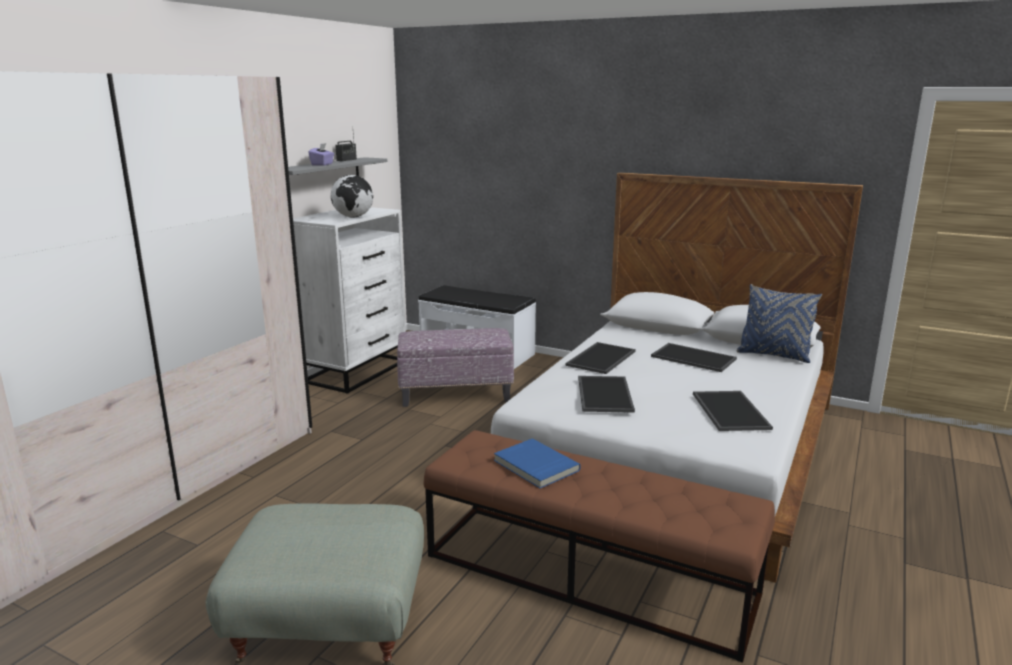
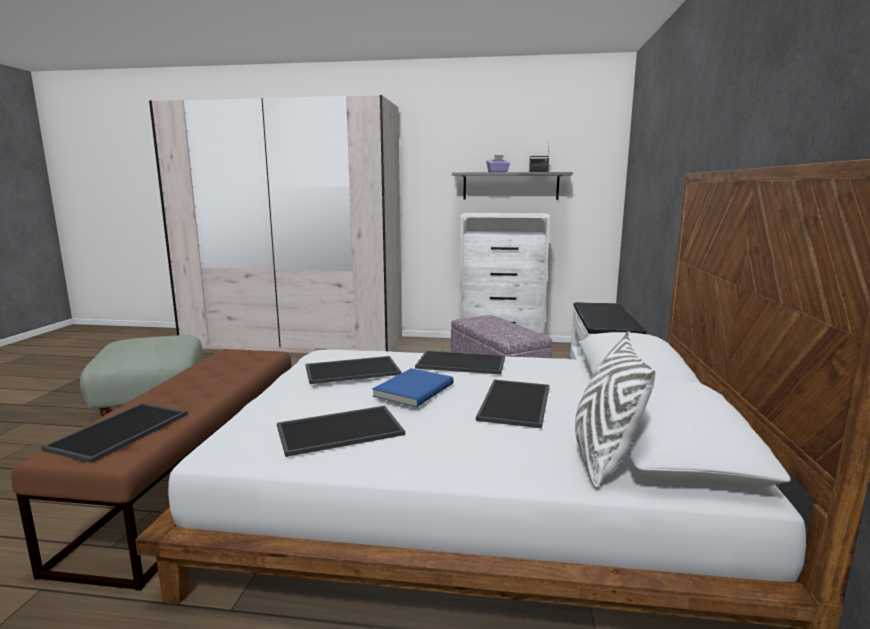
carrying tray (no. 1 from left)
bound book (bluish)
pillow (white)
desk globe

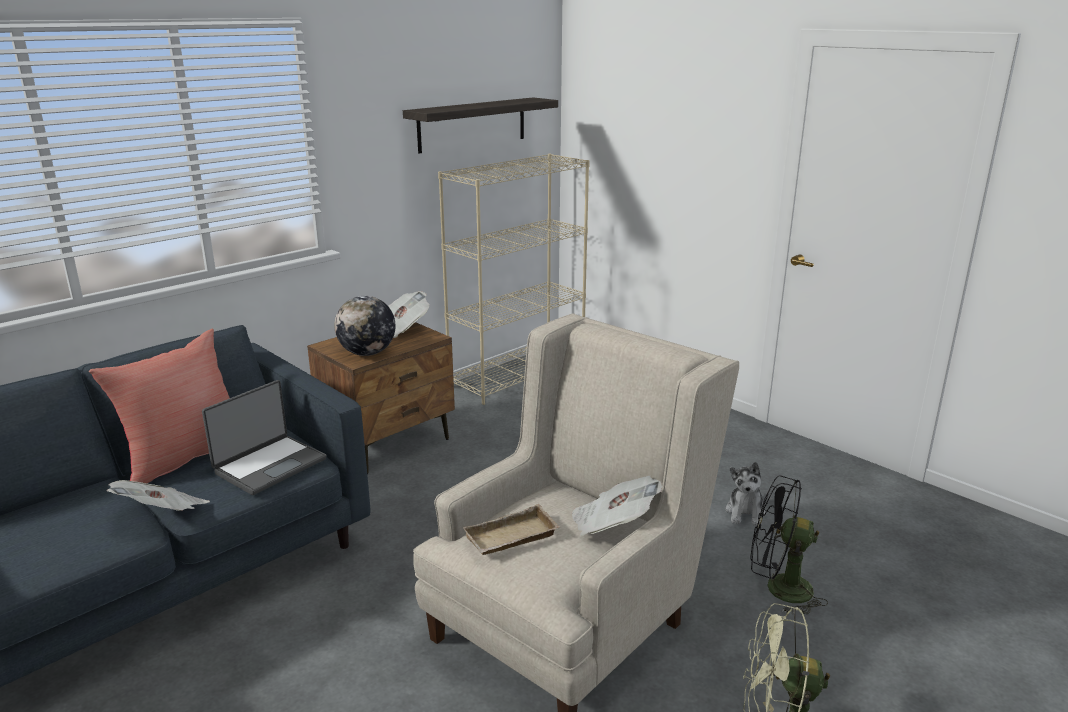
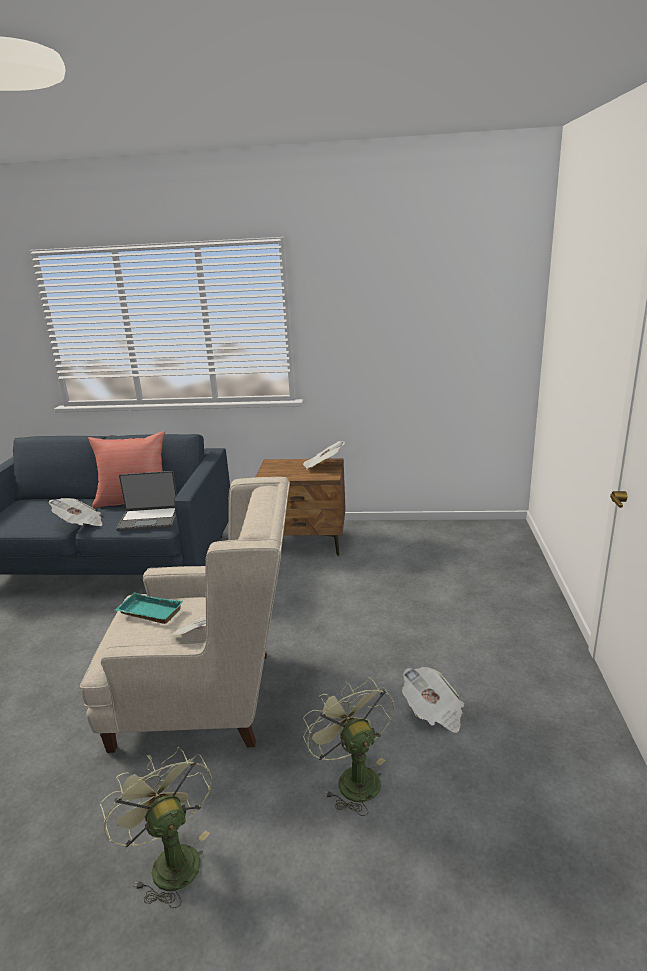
carrying tray (turquoise)
fan (greenish) (no. 2 from left)
newspaper (no. 4 from left)
desk globe
shelf
bookcase (sand-coloured)

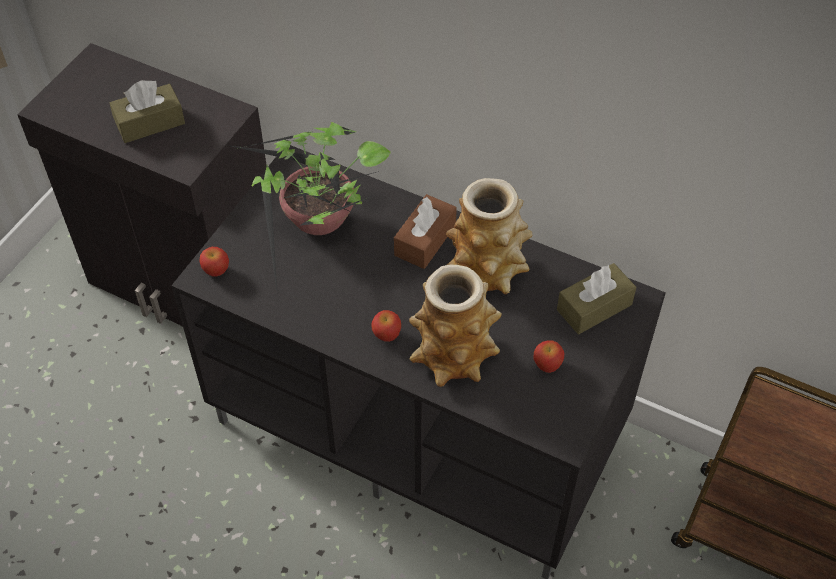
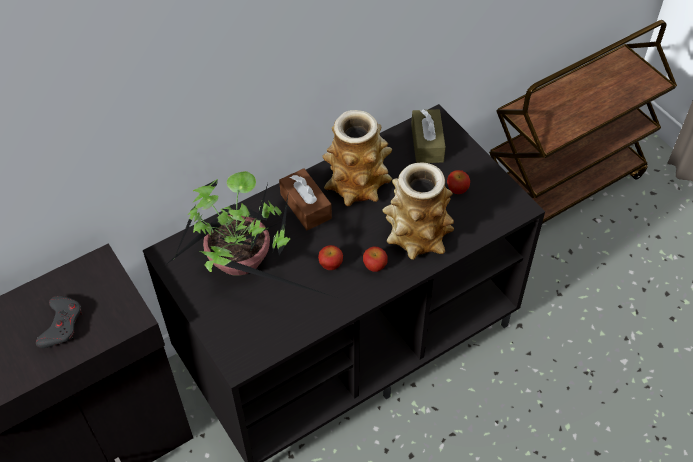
gamepad (greyish)
whole apple (no. 1 from left)

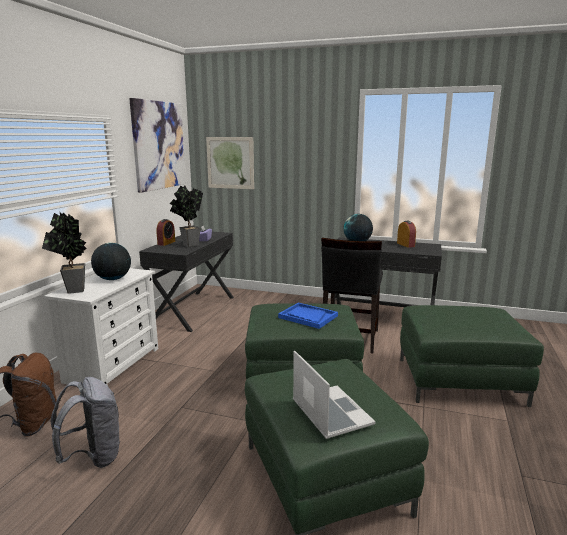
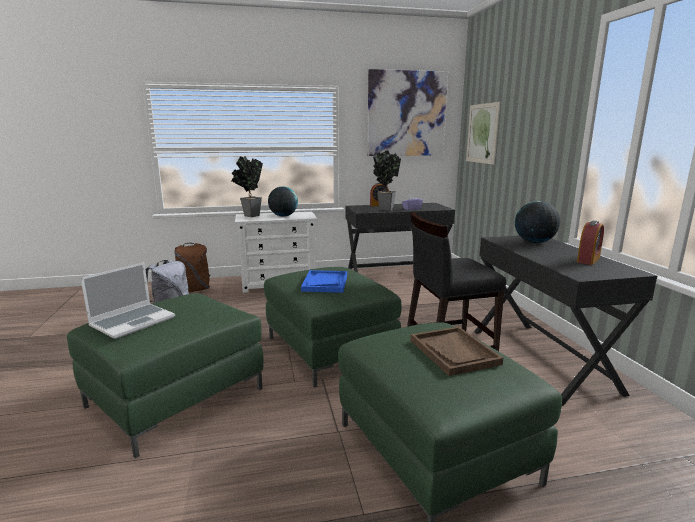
carrying tray (brown-coloured)

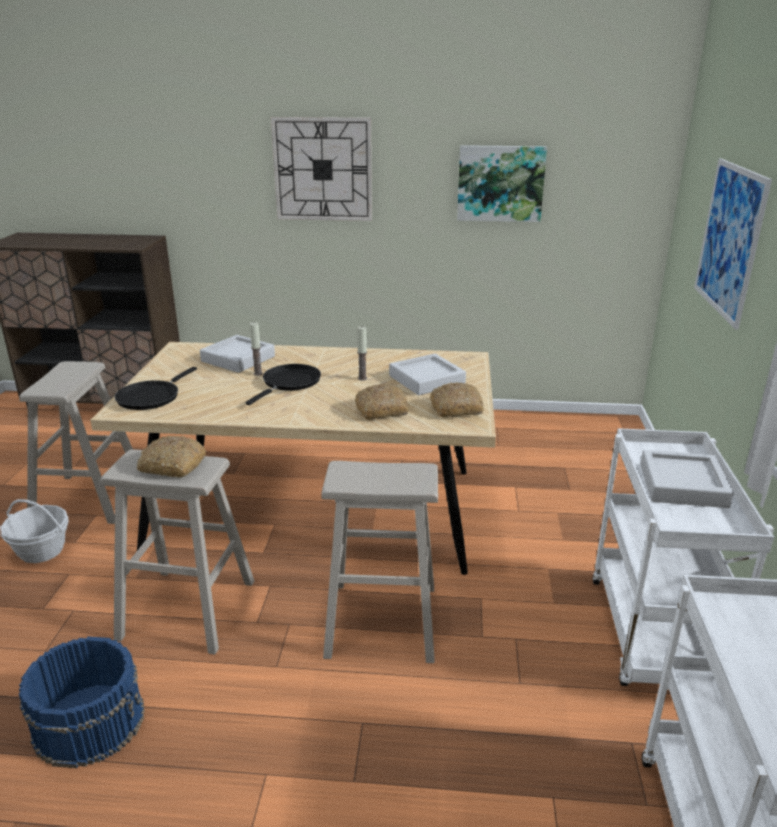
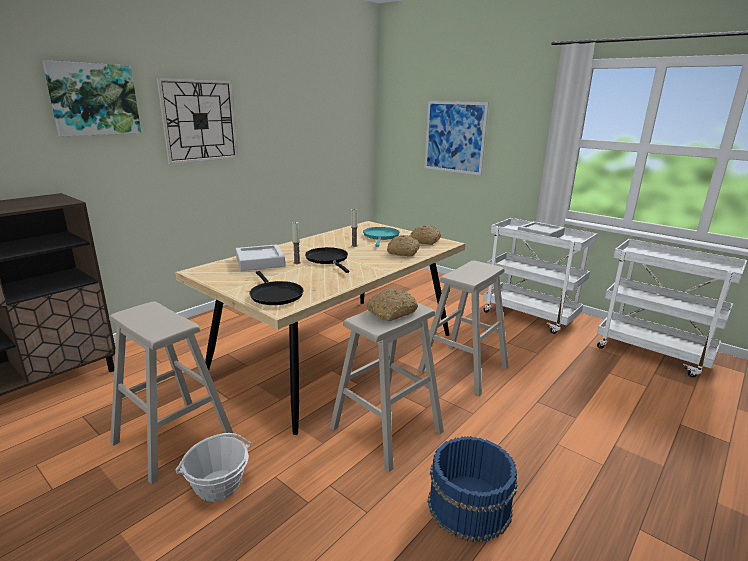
picture (no. 1 from left)
pan (turquoise)

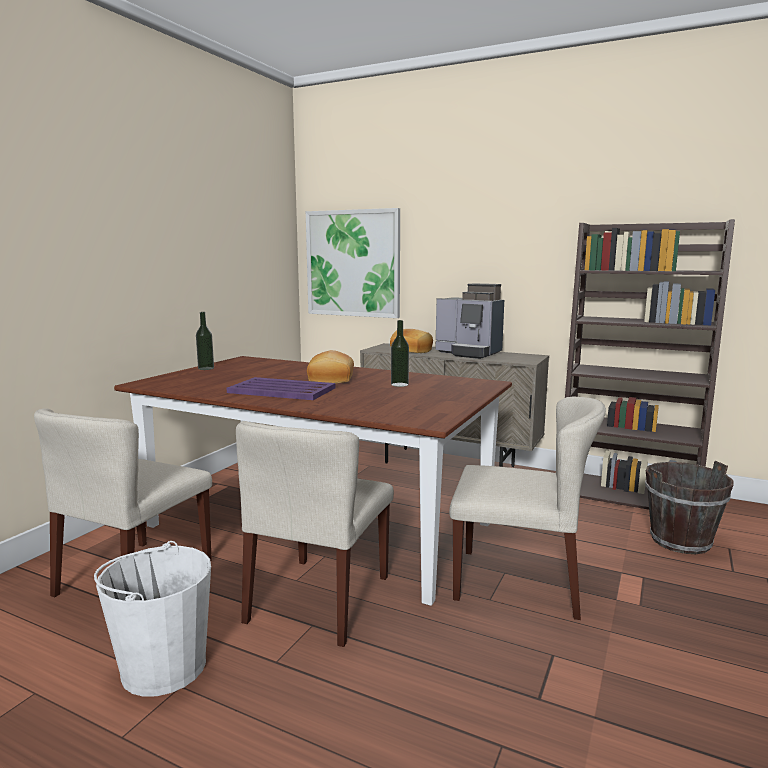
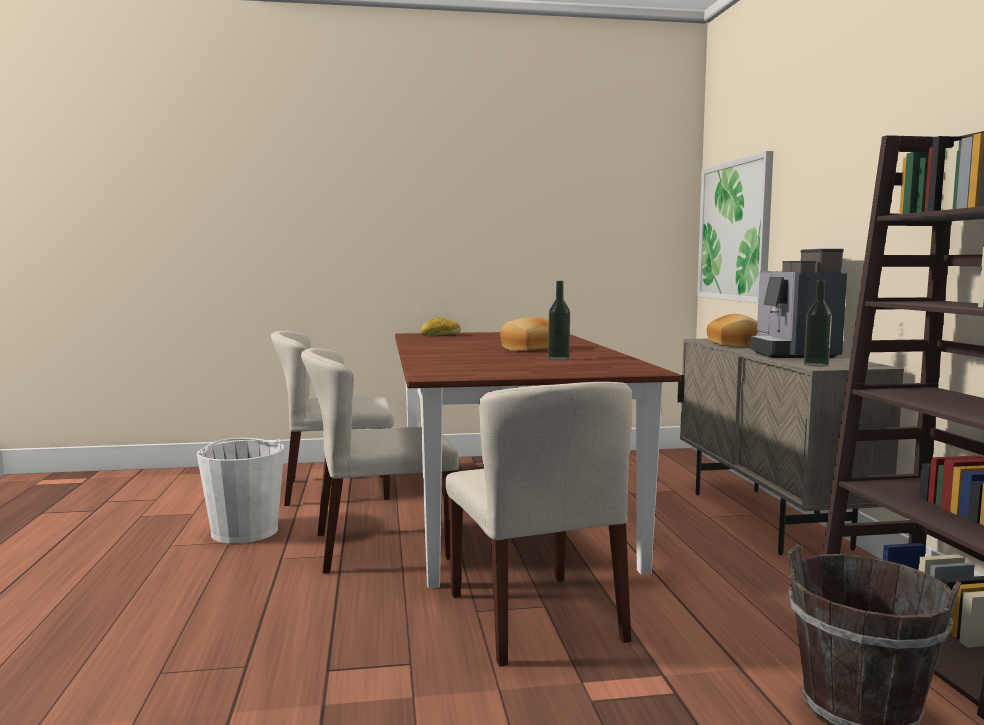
bakery bread (no. 1 from left)
beverage bottle (no. 2 from left)
carrying tray (purple)

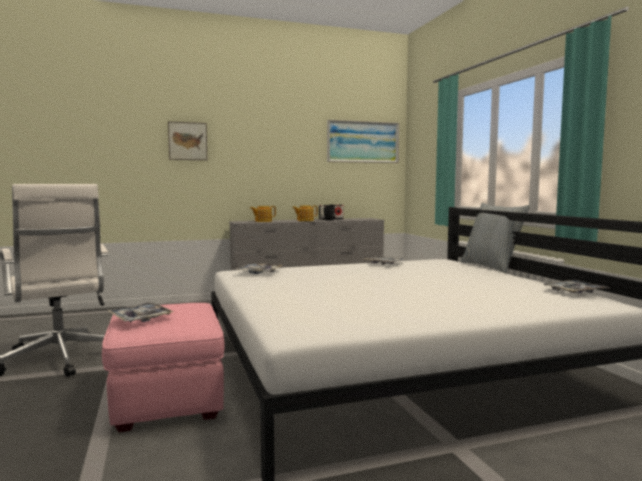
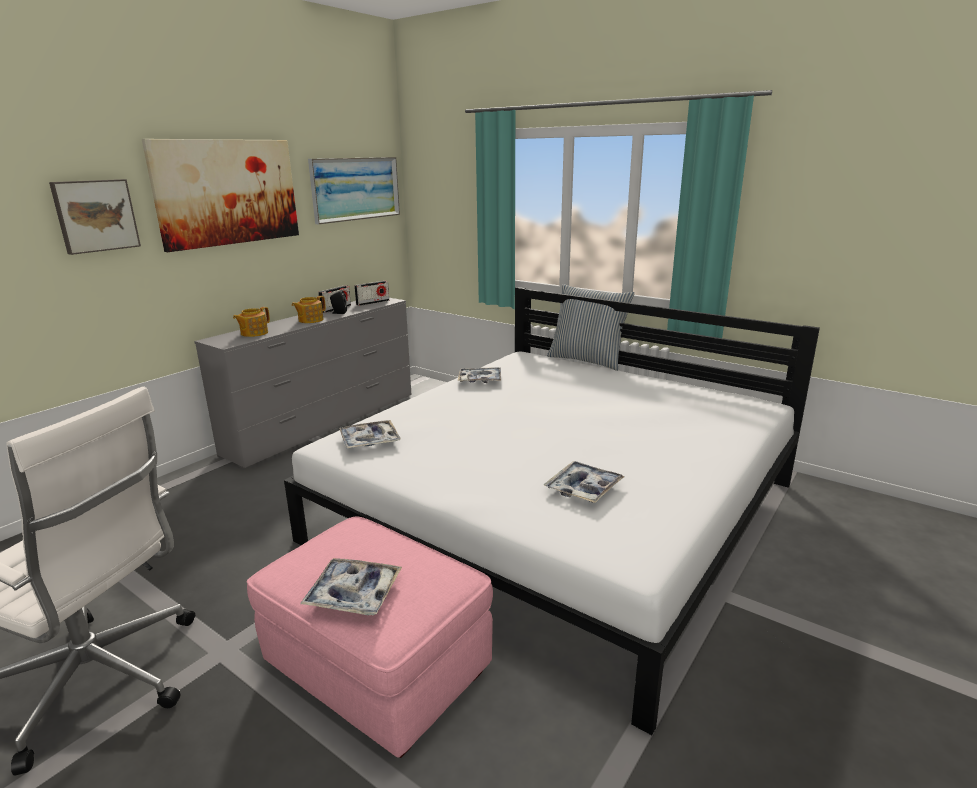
picture (no. 2 from left)
radio set (no. 2 from left)
carrying tray (no. 4 from left)

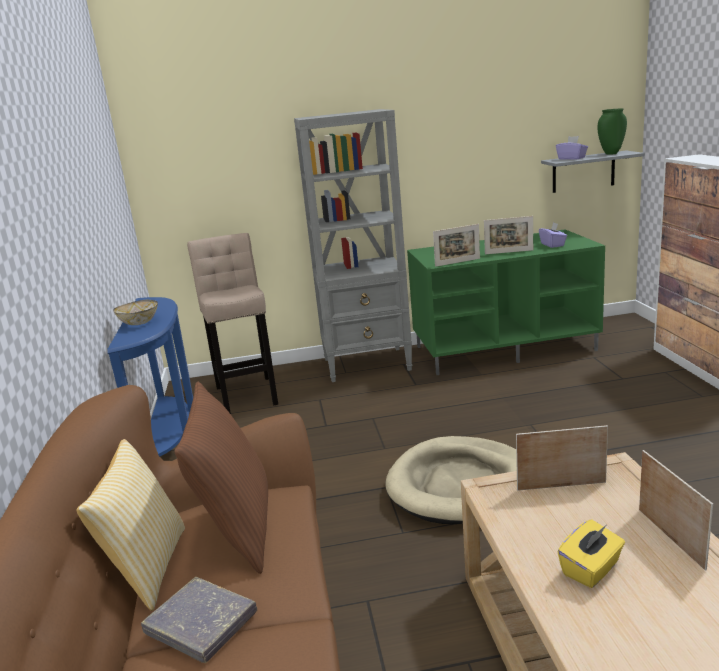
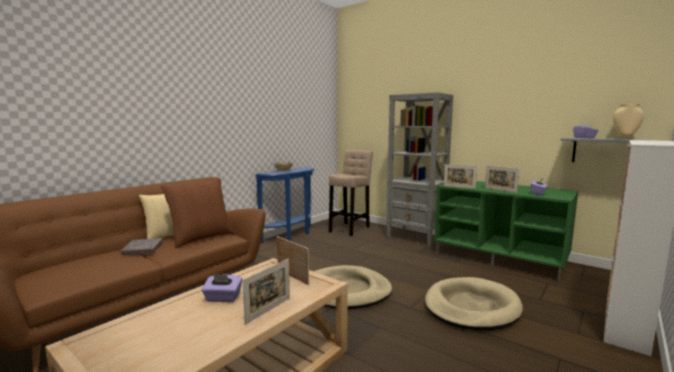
tissue box (purple) (no. 1 from left)
dog bed (sand-coloured) (no. 2 from left)
vase (sand-coloured)

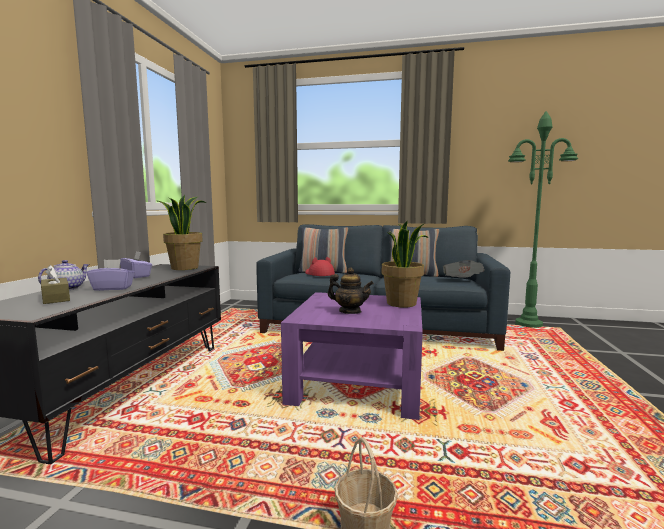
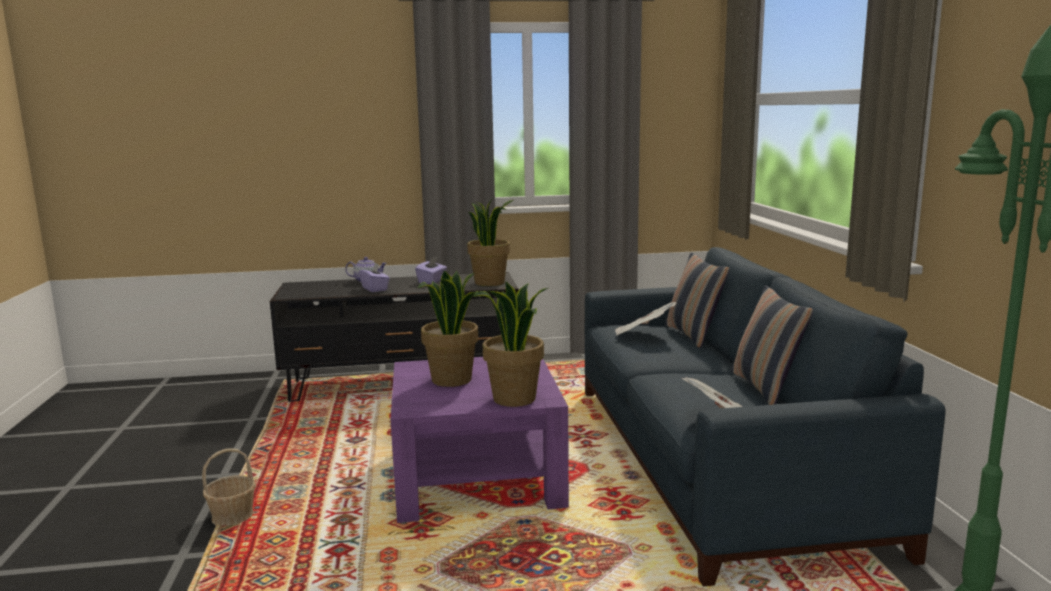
houseplant (no. 1 from left)
newspaper (no. 1 from left)
tissue box (brown-coloured)

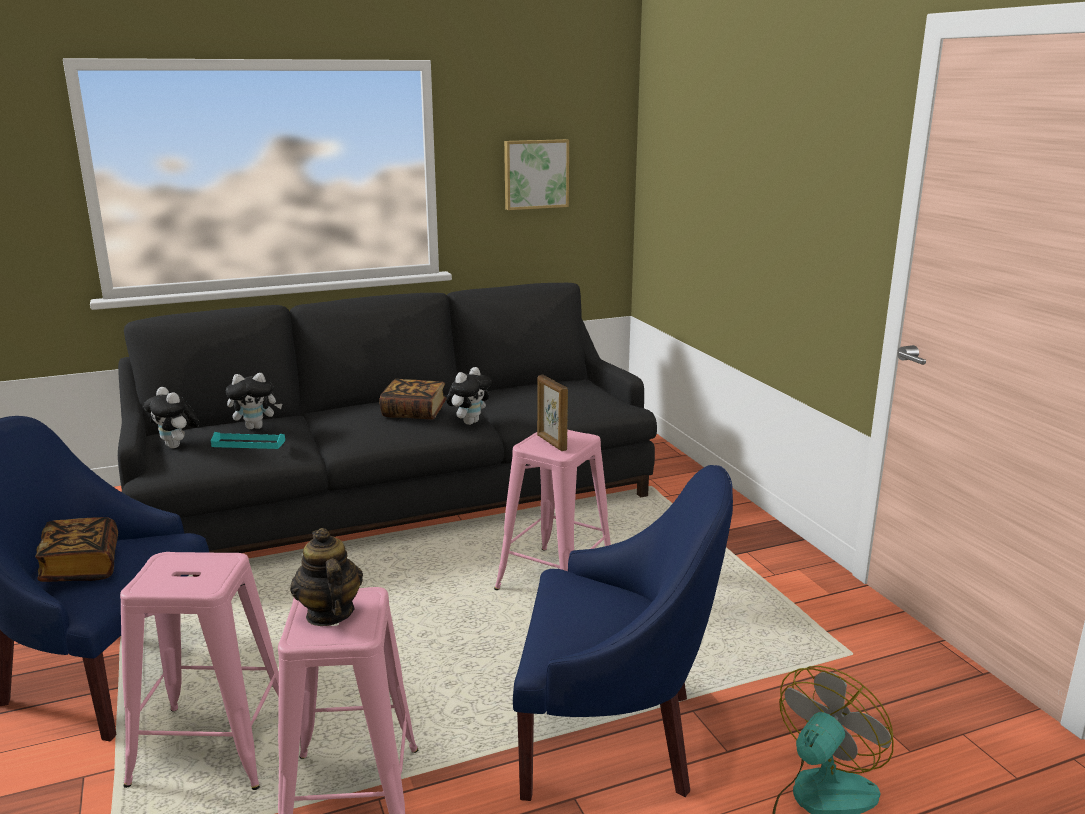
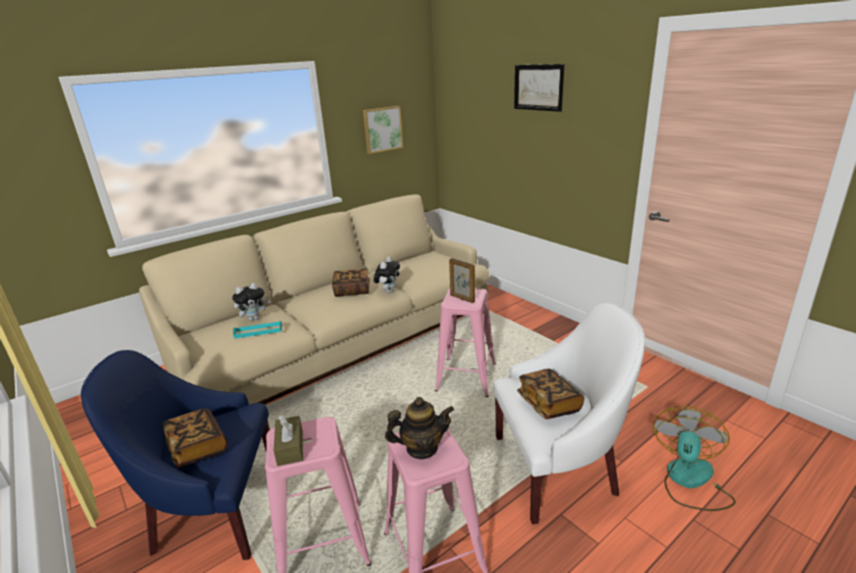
settee (sand-coloured)
tissue box (brown-coloured)
pot for tea
armchair (white)
picture (no. 2 from left)
bound book (no. 3 from left)
cuddly toy (no. 1 from left in the first image)

